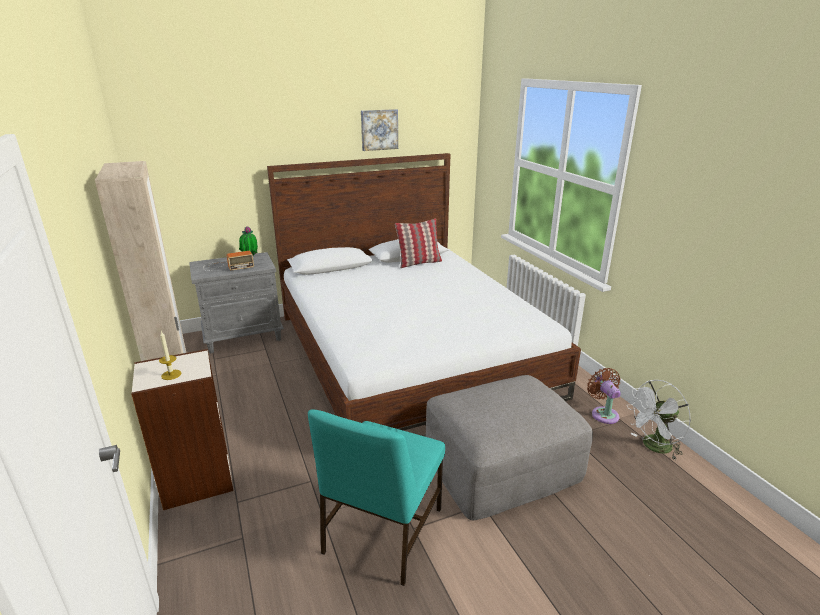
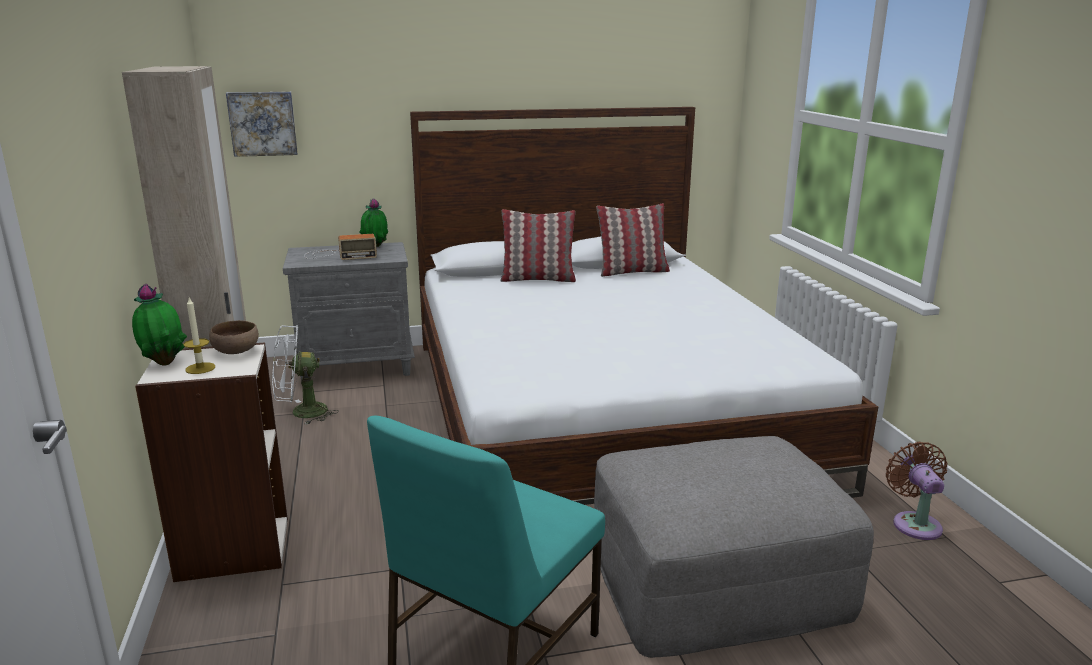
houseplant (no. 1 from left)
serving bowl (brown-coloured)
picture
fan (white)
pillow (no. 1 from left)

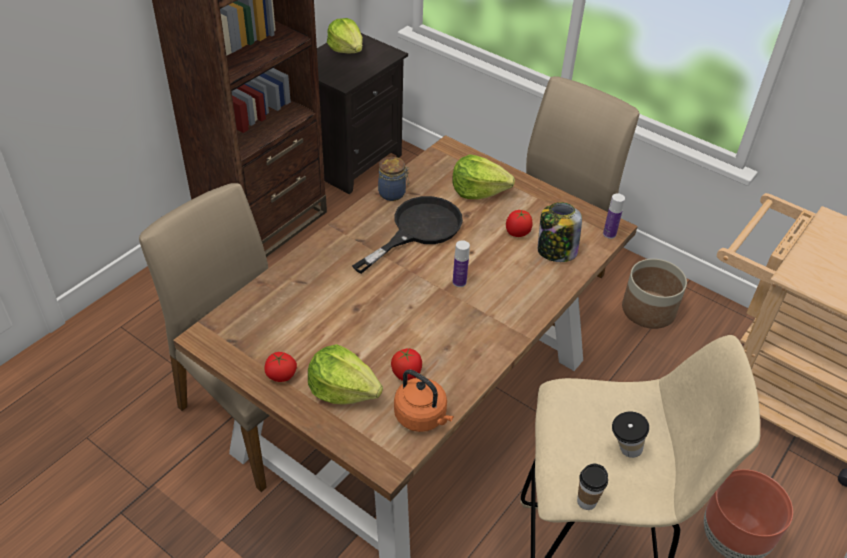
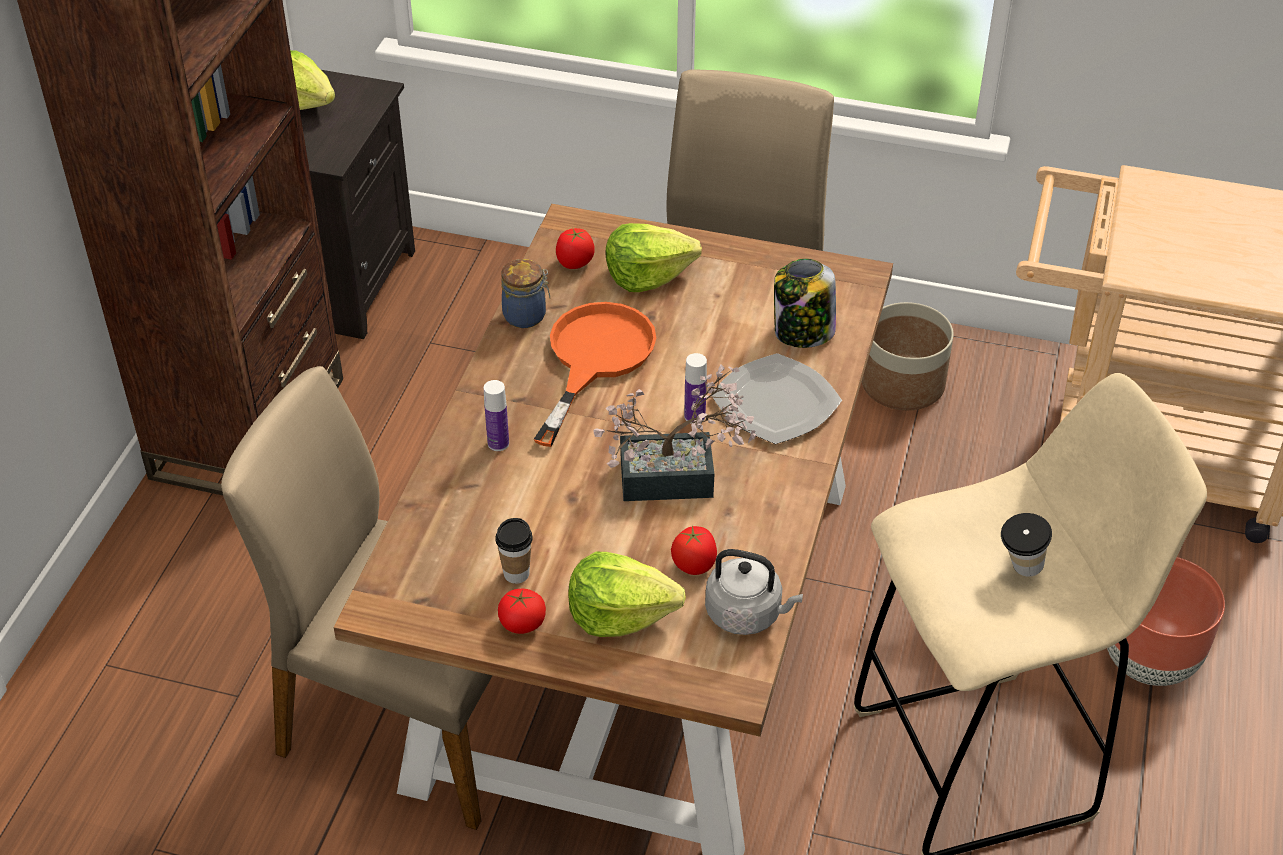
beverage bottle (no. 1 from left)
cup (no. 1 from left)
pan (orangey)
fresh tomato (no. 2 from left)
houseplant
kettle (greyish)
dinner plate

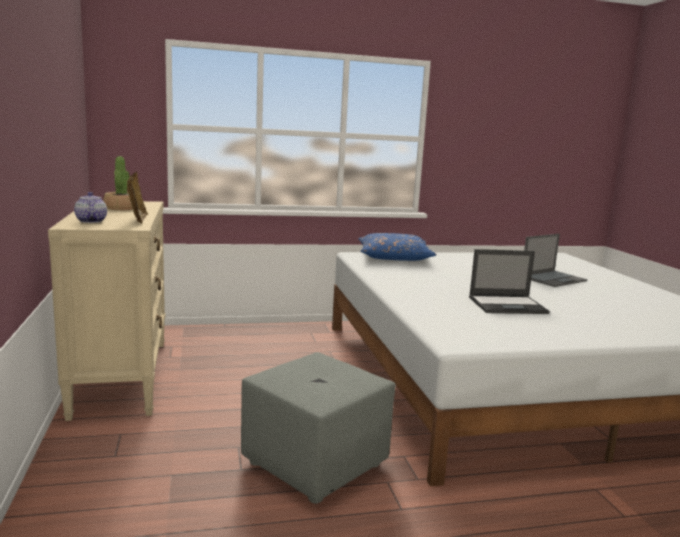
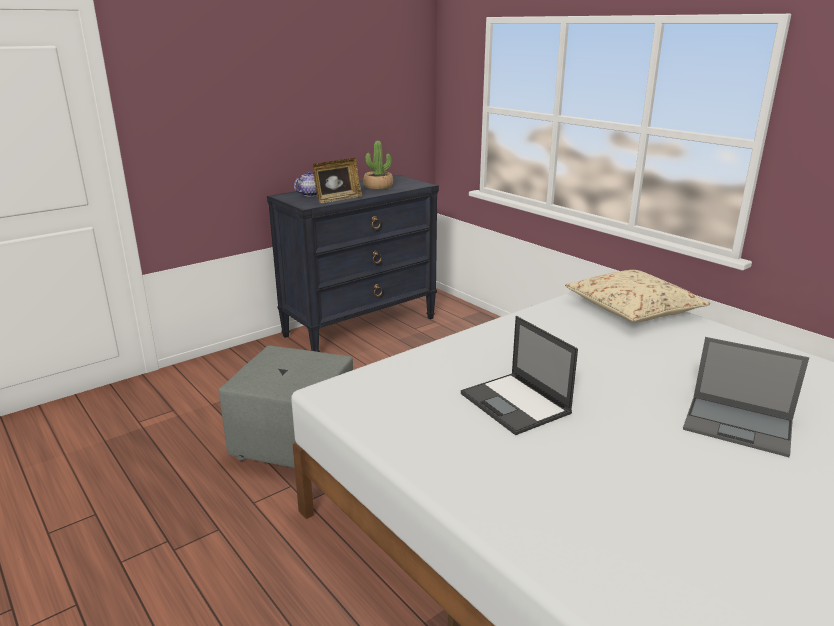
chest of drawers (black)
pillow (sand-coloured)

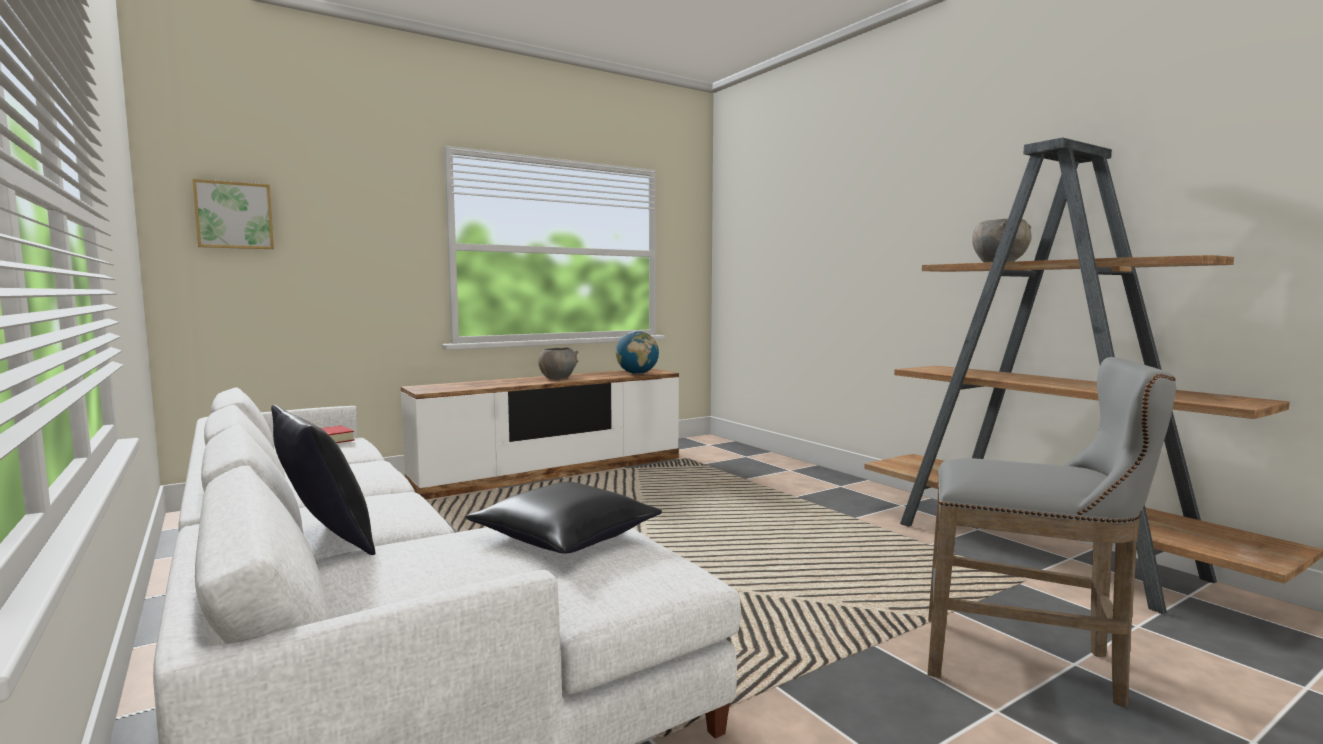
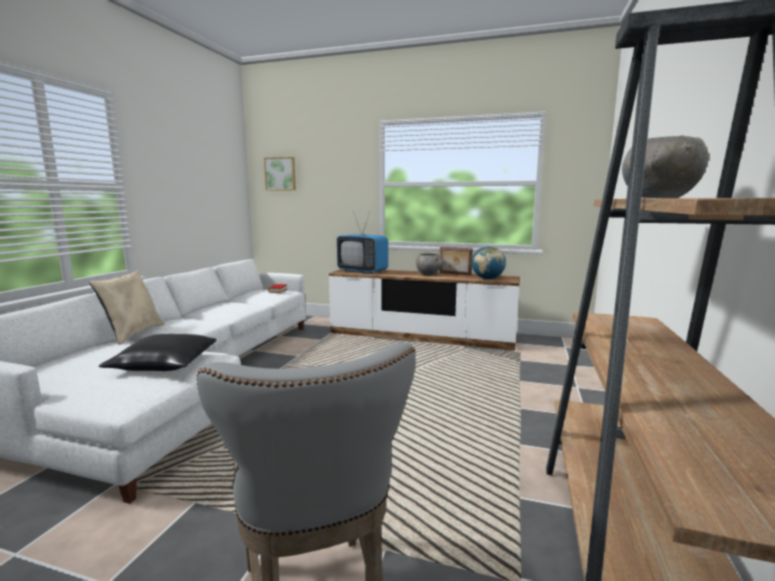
pillow (sand-coloured)
TV set
picture frame

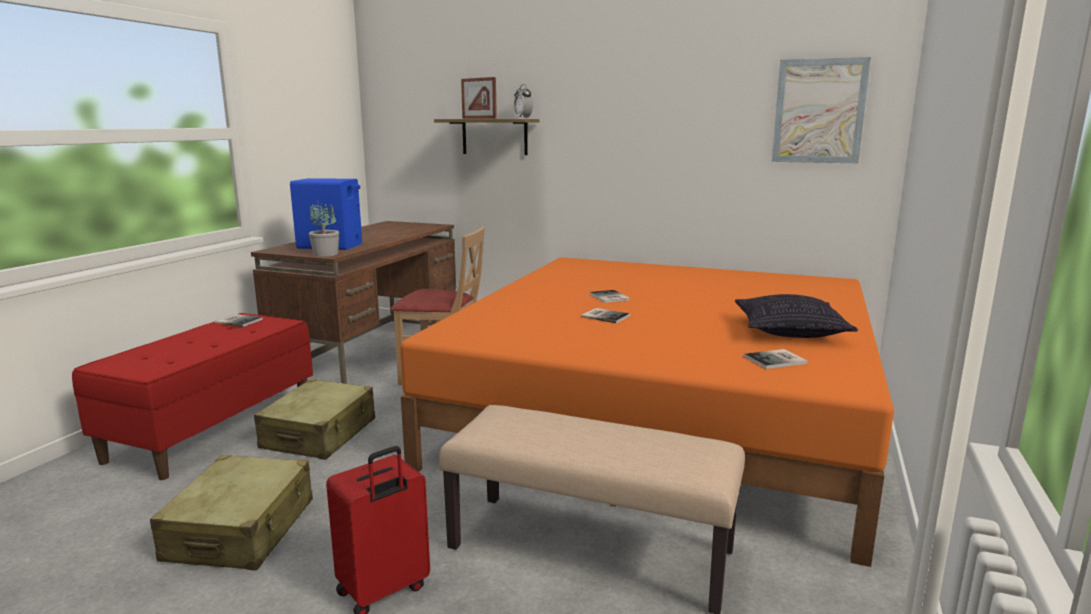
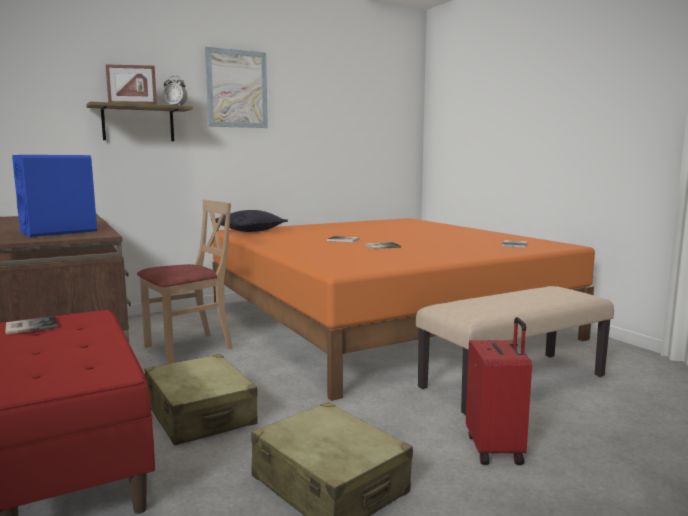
picture
pillow
houseplant

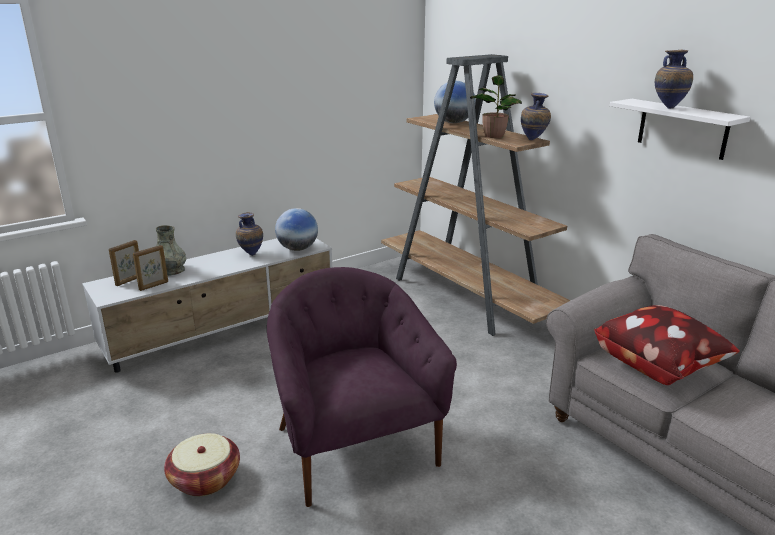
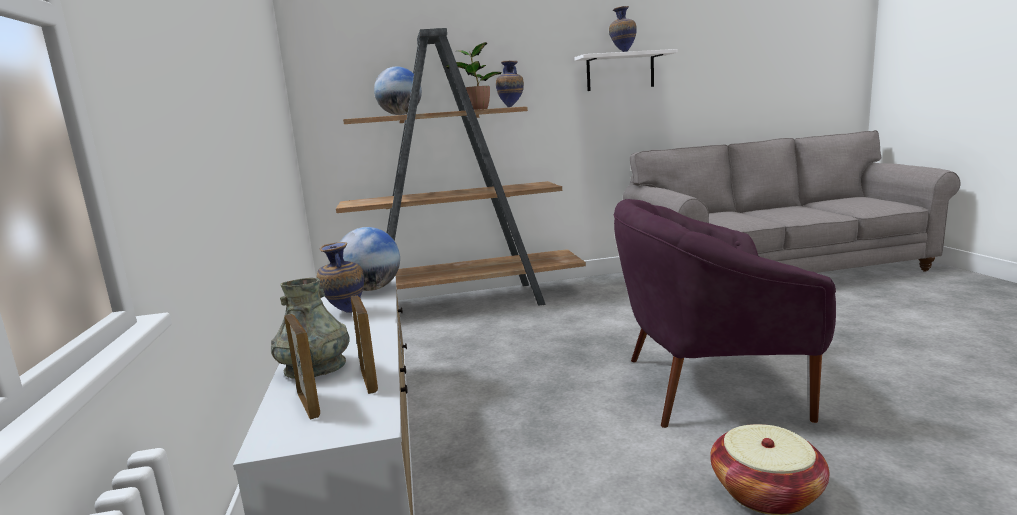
pillow

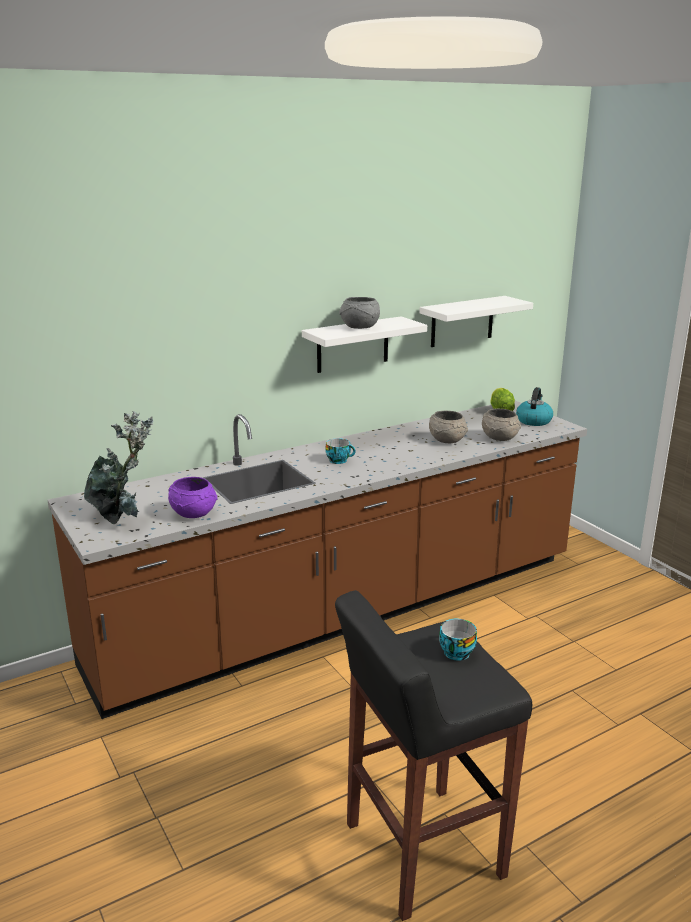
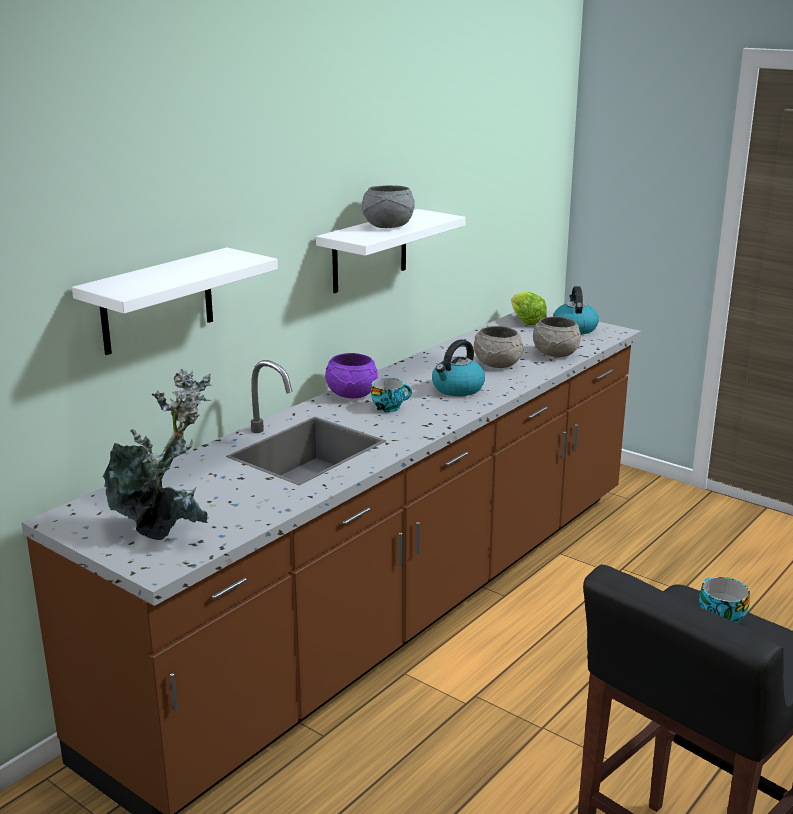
shelf (white) (no. 1 from left)
serving bowl (purple)
kettle (no. 1 from left)

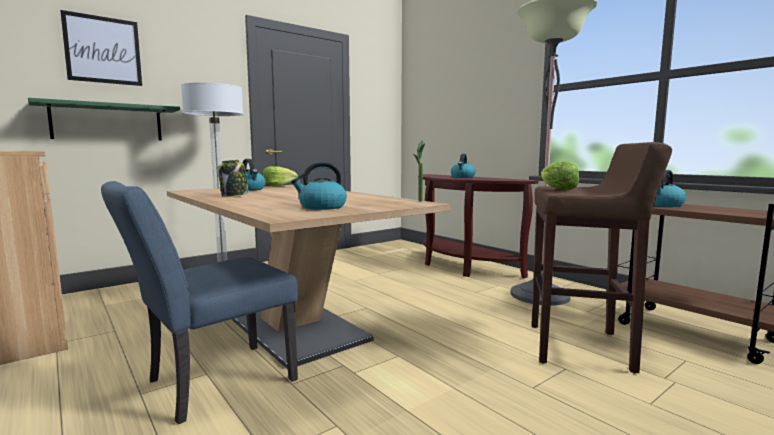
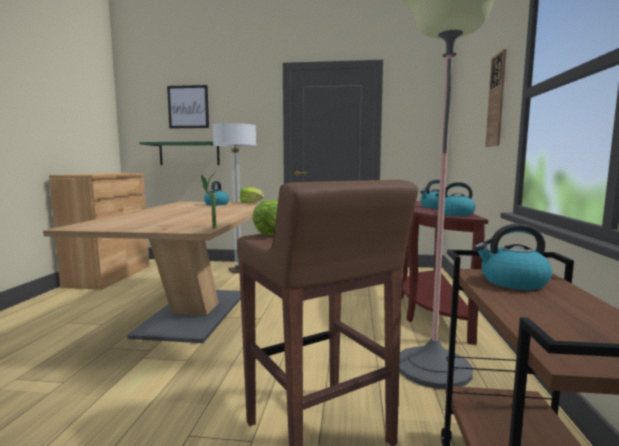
kettle (no. 3 from left)
clock on the wall
upright chair (bluish)
storage jar

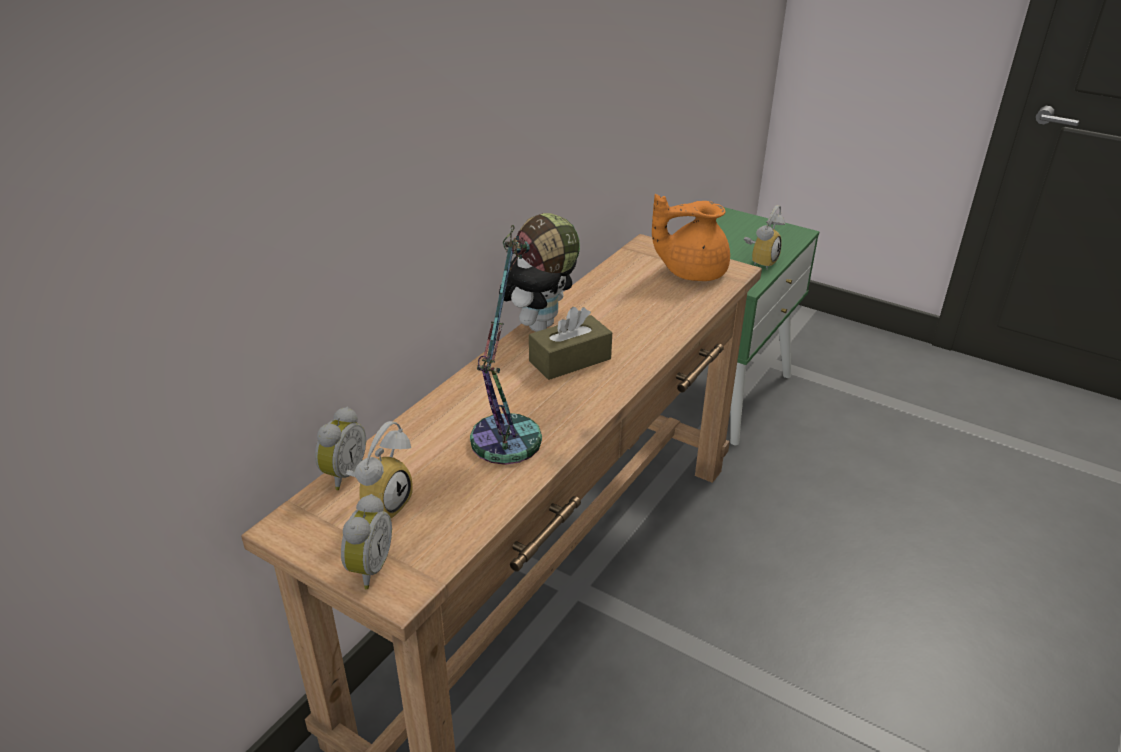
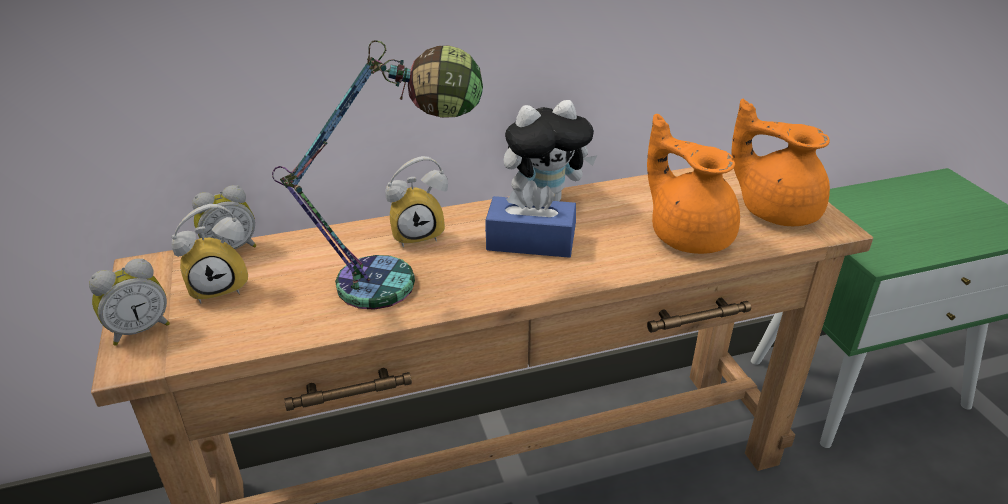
bedside clock (no. 4 from left)
tissue box (bluish)
pot for tea (orangey) (no. 1 from left)

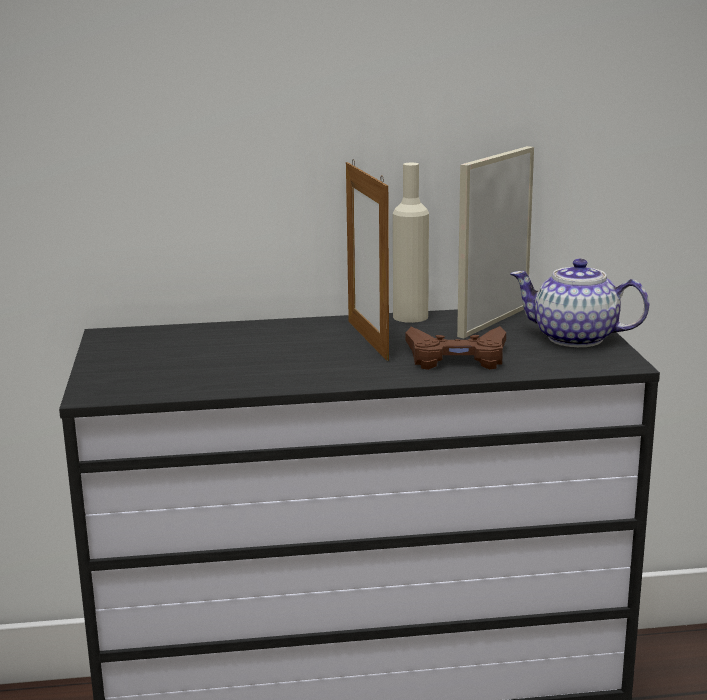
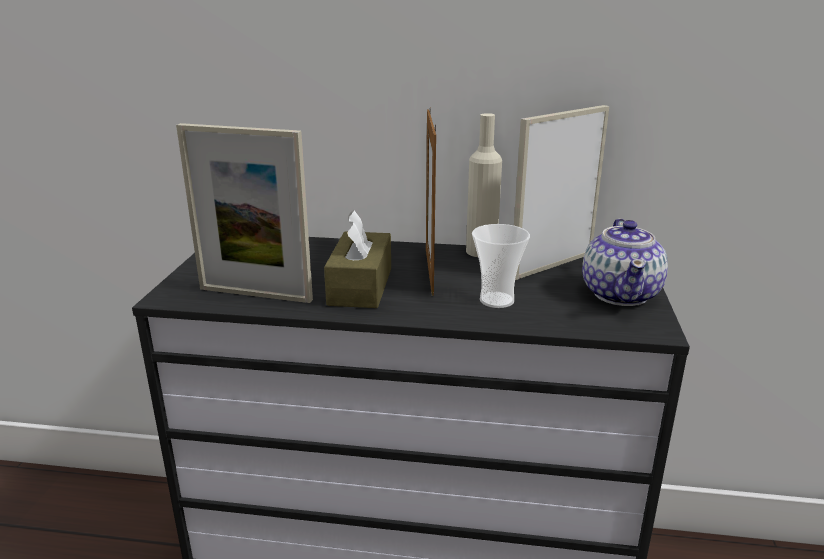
picture frame (no. 1 from left)
tissue box (brown-coloured)
cup
pot for tea

